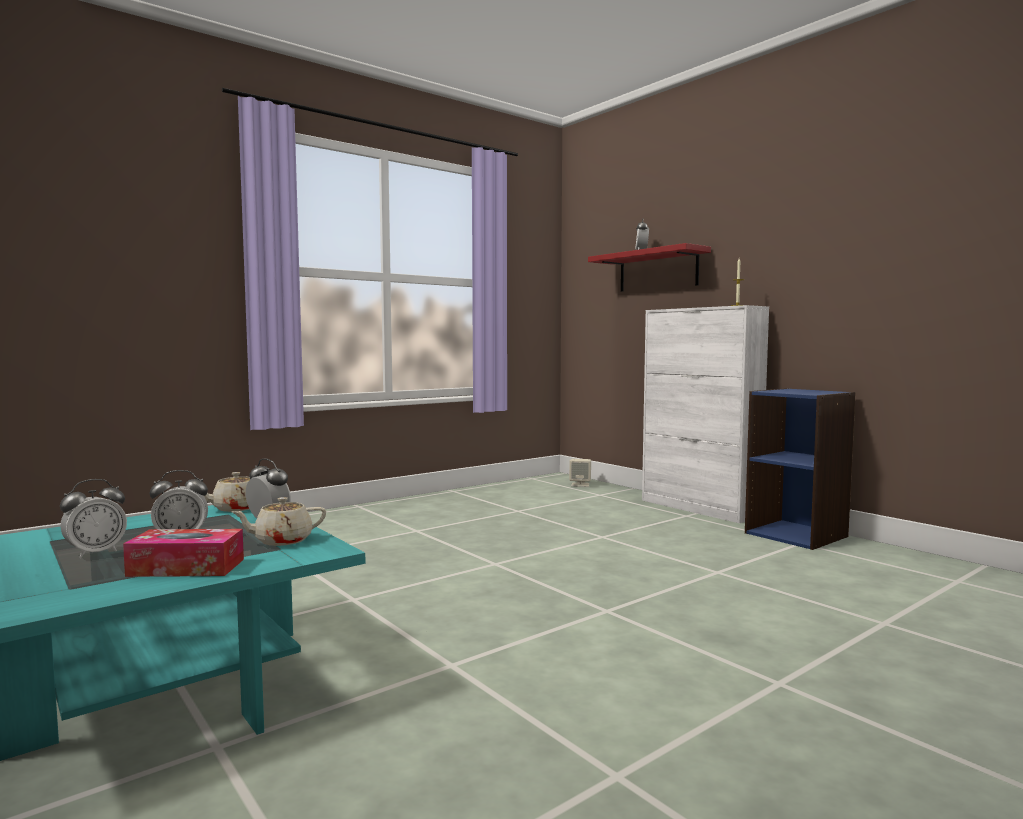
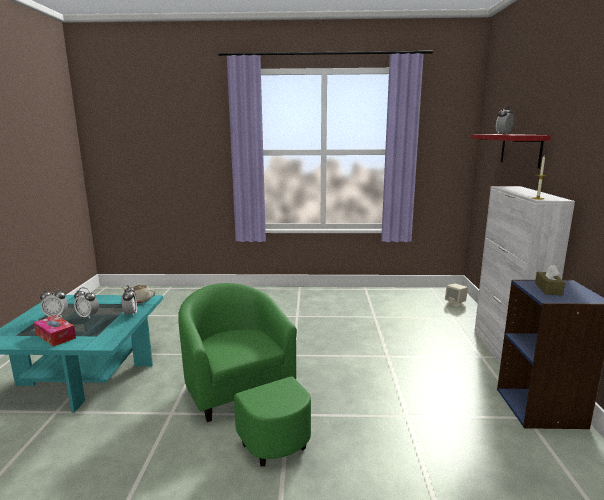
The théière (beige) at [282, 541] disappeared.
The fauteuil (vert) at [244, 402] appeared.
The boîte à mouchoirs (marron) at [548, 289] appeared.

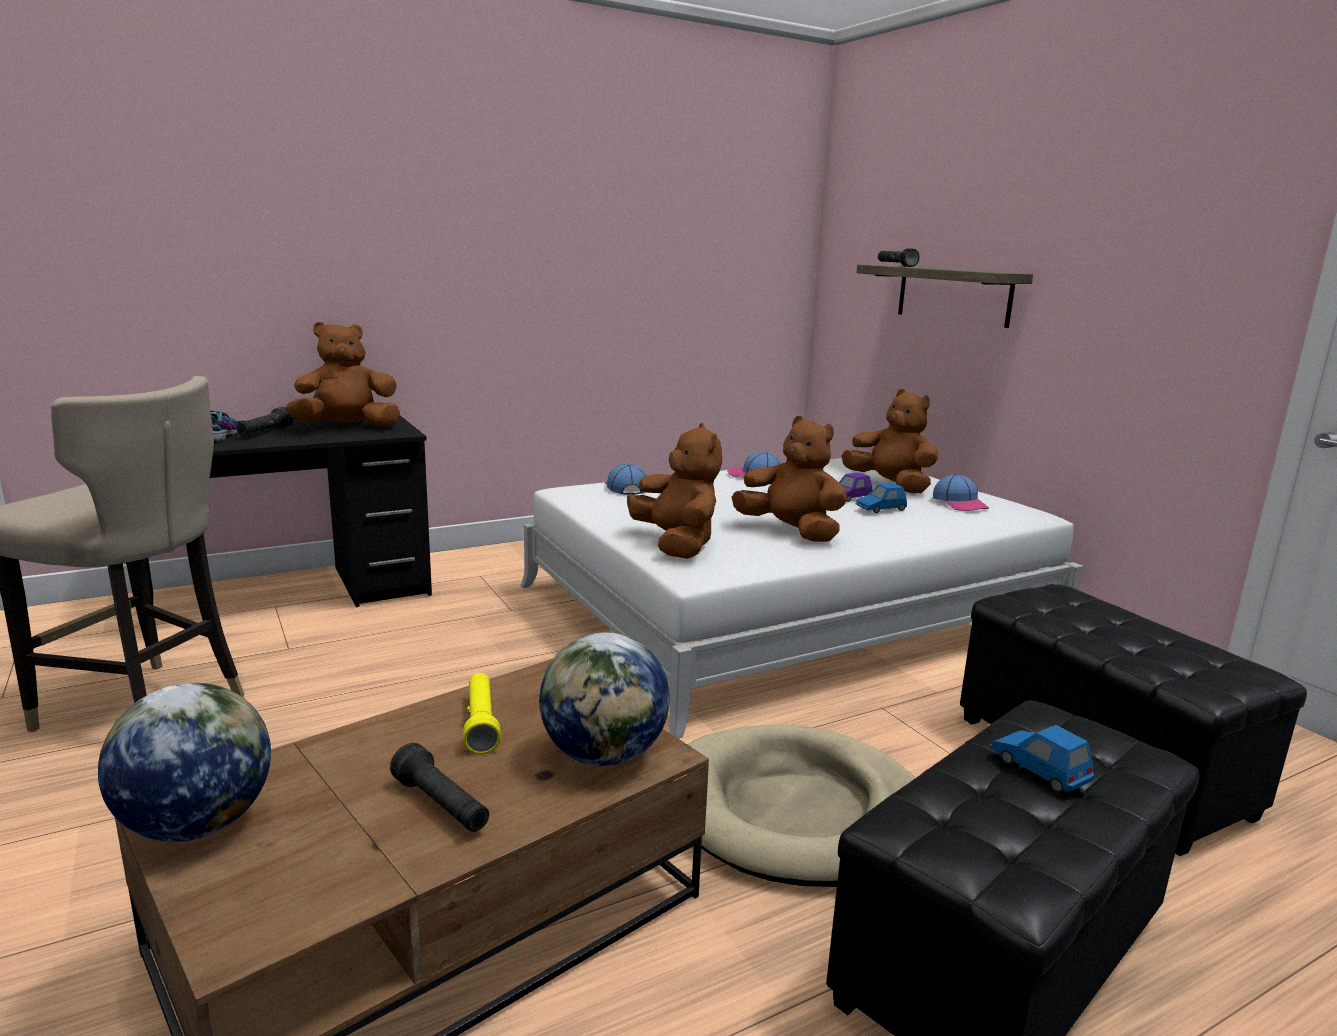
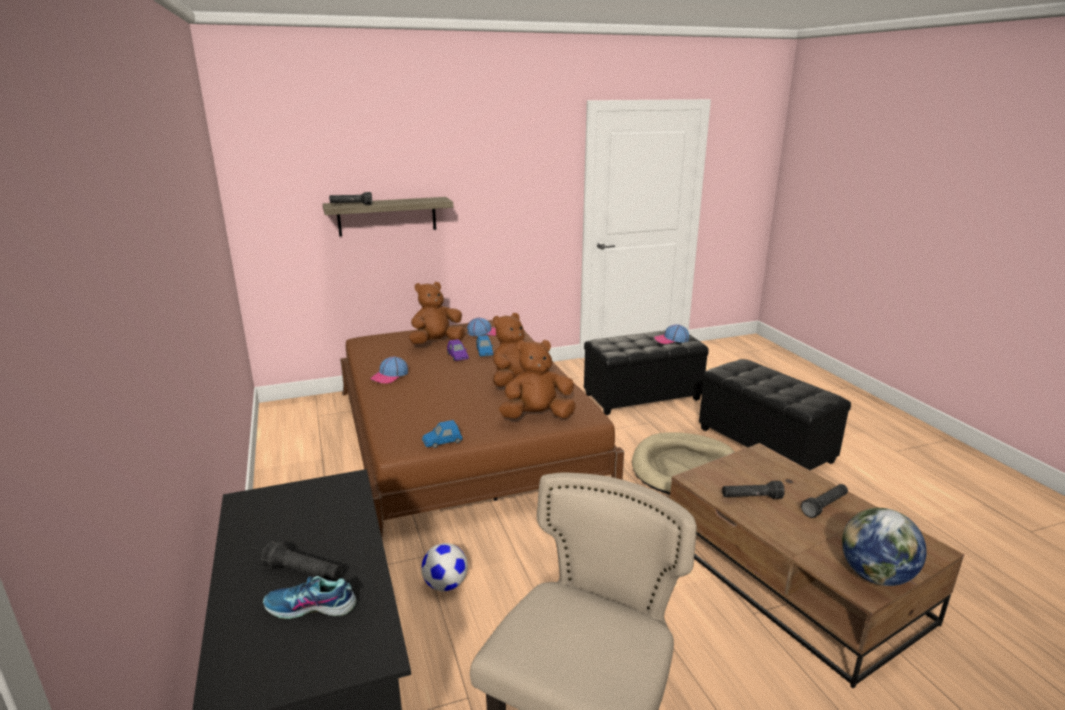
The peluche (marron) at [347, 427] disappeared.
The lampe de poche (jaune) at [481, 723] became the lampe de poche (noir) at [751, 498].
The lit (blanc) at [788, 608] became the lit (marron) at [463, 438].
The globe at [604, 755] disappeared.
The casquette moved from [625, 487] to [671, 339].
The petite voiture (bleu) moved from [1039, 769] to [442, 441].
The ballon de foot at [445, 585] appeared.

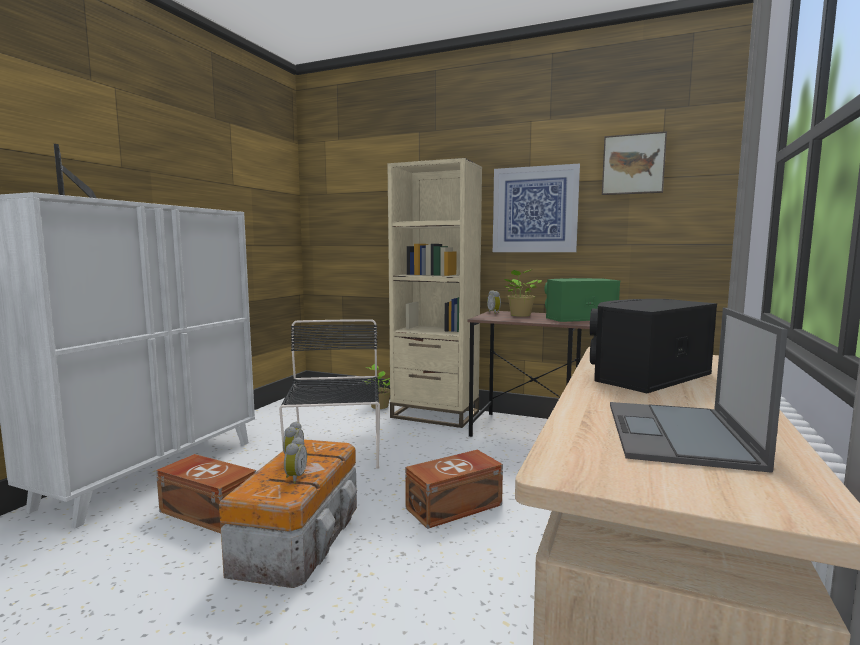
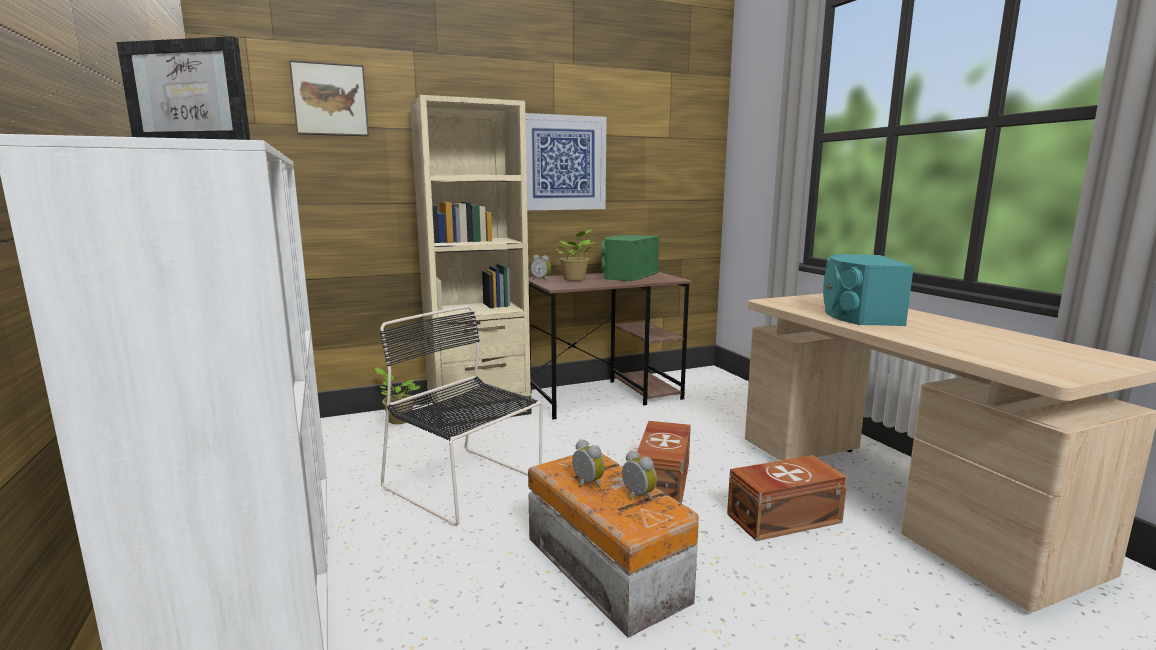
The boîte de rangement (marron) moved from [209, 511] to [781, 517].
The enceinte (noir) at [644, 375] became the enceinte (turquoise) at [858, 315].
The tableau moved from [633, 164] to [330, 100].
The ordinateur portable at [679, 435] disappeared.

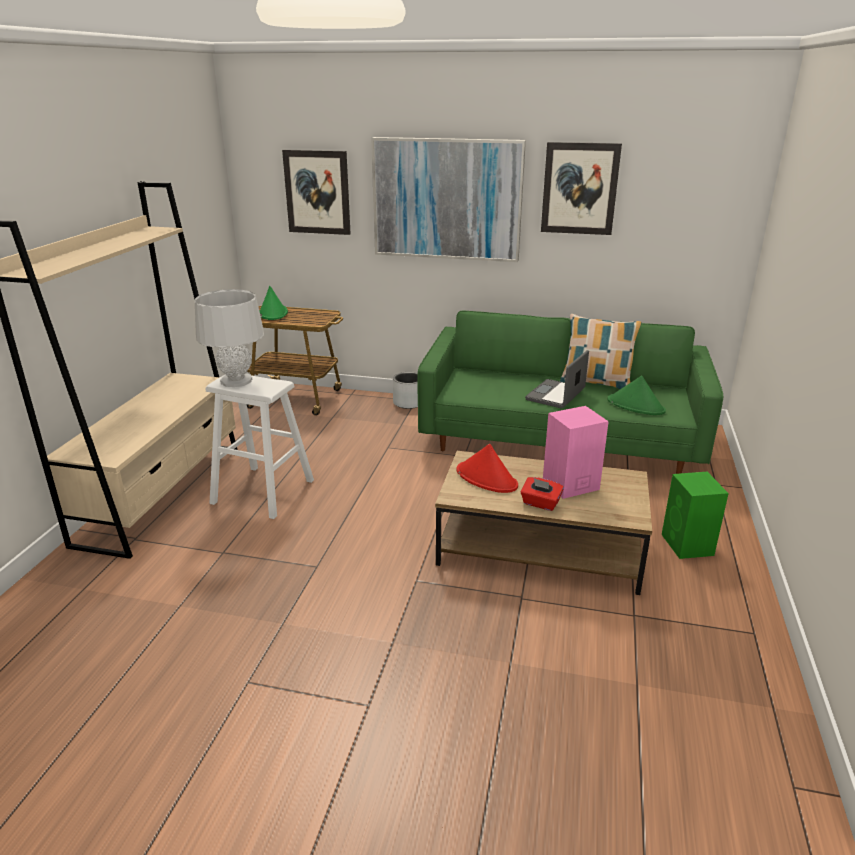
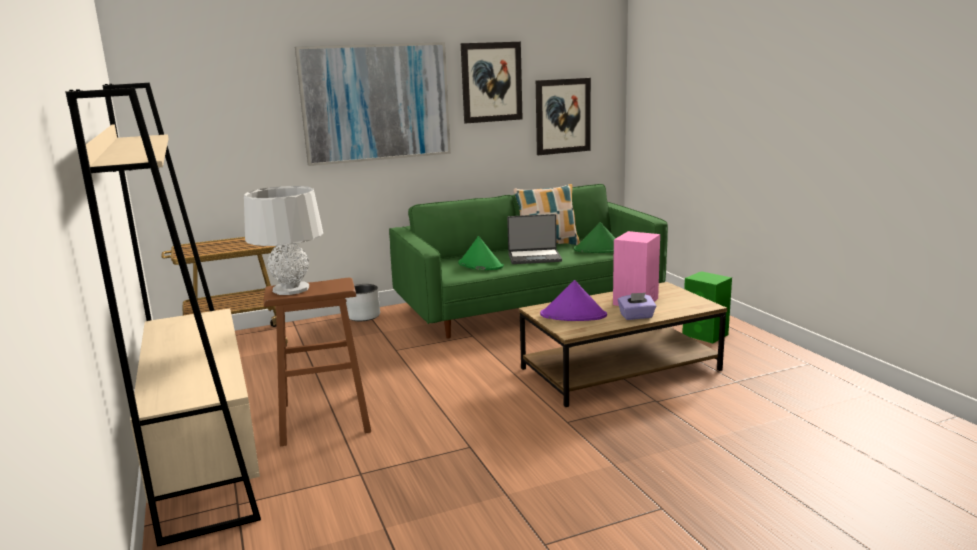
The tabouret (blanc) at [263, 491] became the tabouret (marron) at [325, 417].
The chapeau (vert) moved from [272, 313] to [480, 265].
The tableau moved from [317, 192] to [562, 116].
The chapeau (rouge) at [487, 478] became the chapeau (violet) at [573, 315].
The boîte à mouchoirs (rouge) at [540, 503] became the boîte à mouchoirs (violet) at [636, 316].
The ordinateur portable at [556, 395] turned 90 degrees counterclockwise.

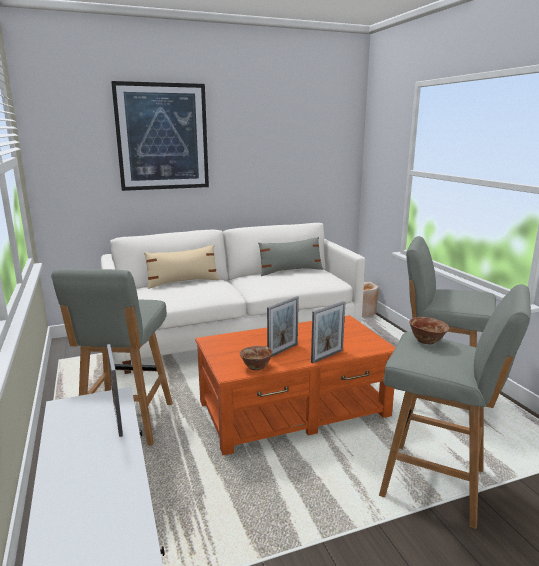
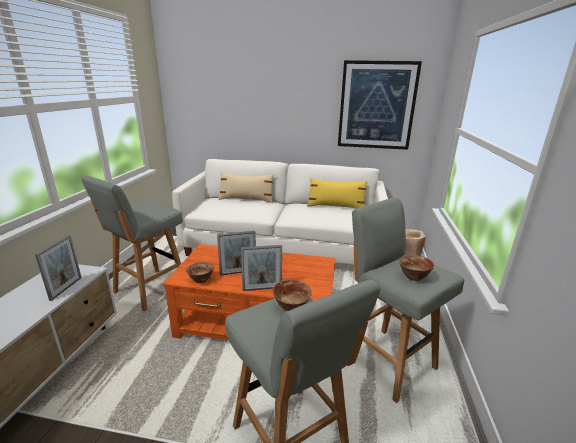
The tableau moved from [162, 137] to [376, 106].
The coussin (gris) at [290, 271] became the coussin (jaune) at [336, 207].
The bol at [413, 277] appeared.

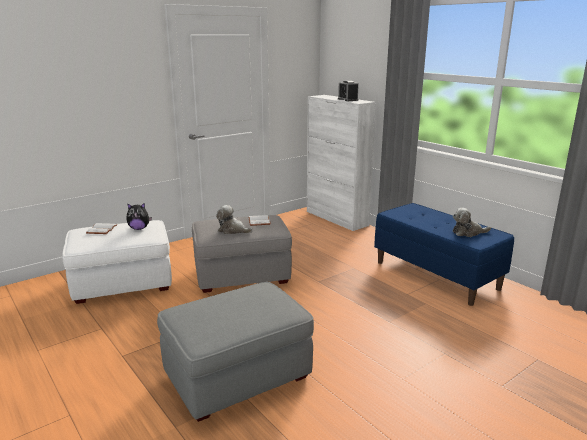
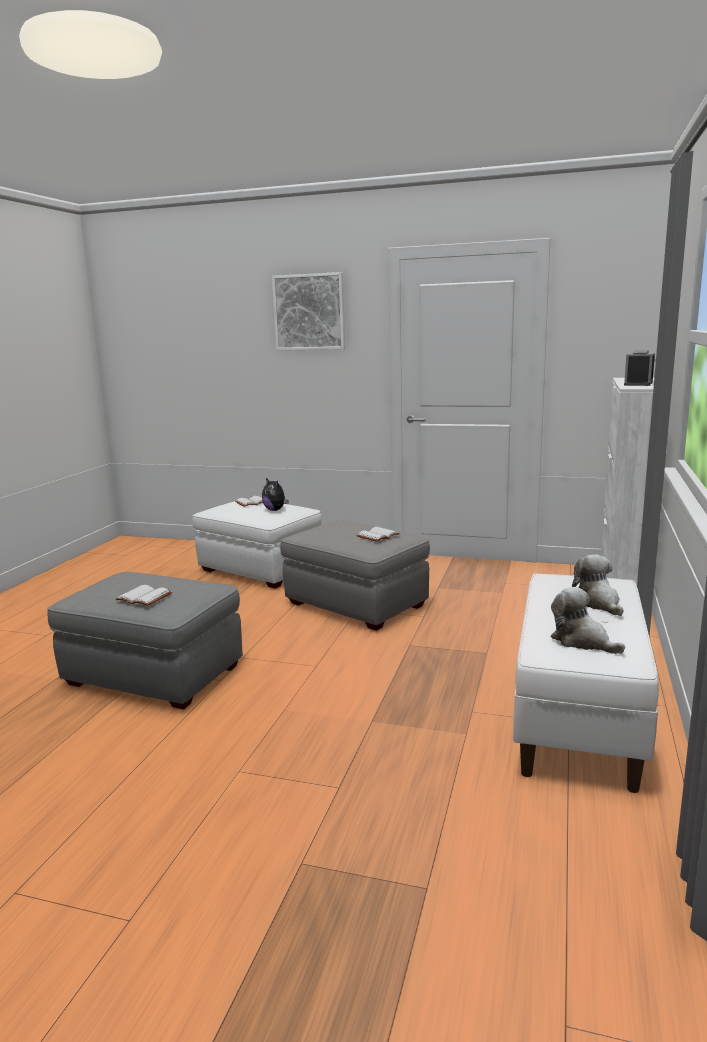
The peluche moved from [232, 230] to [598, 603].
The banc (bleu) at [436, 275] became the banc (blanc) at [579, 717].
The livre (blanc) at [145, 597] appeared.
The tableau at [309, 312] appeared.

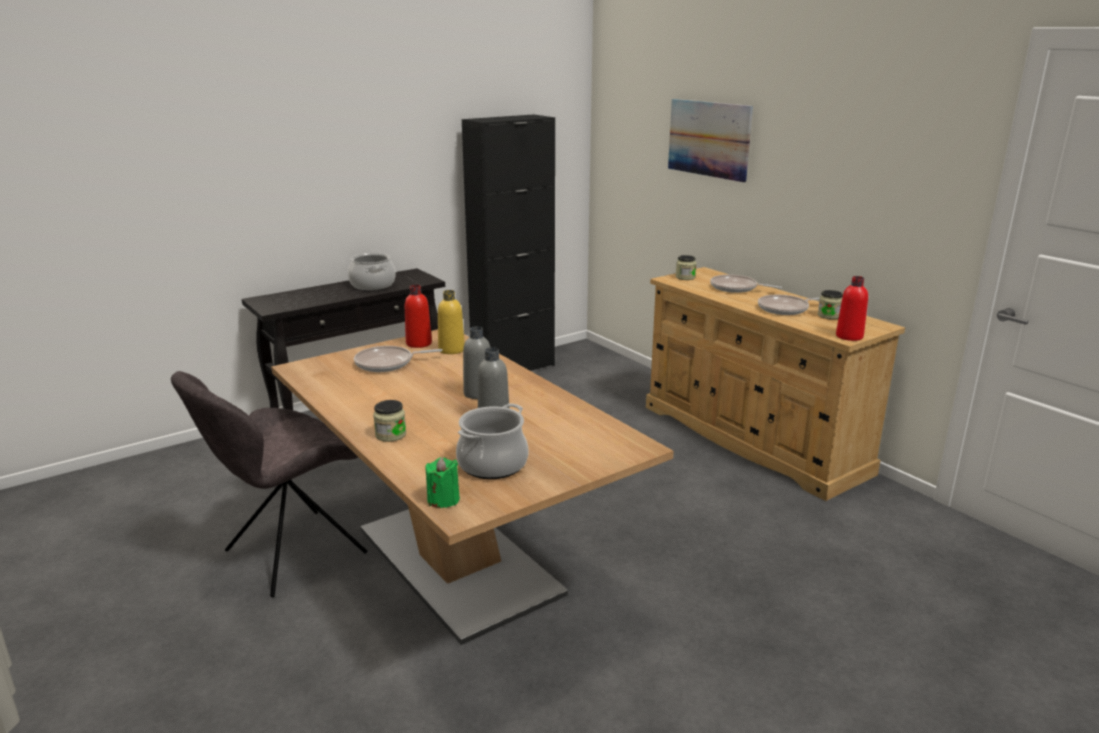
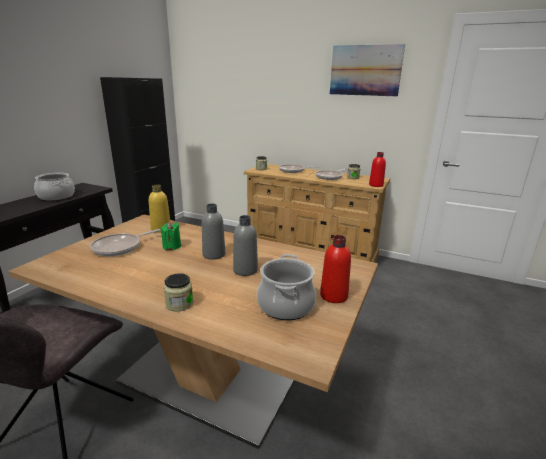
The bouteille (rouge) moved from [419, 343] to [333, 296].
The bougie (vert) moved from [443, 500] to [172, 246].
The tableau moved from [708, 139] to [365, 70].

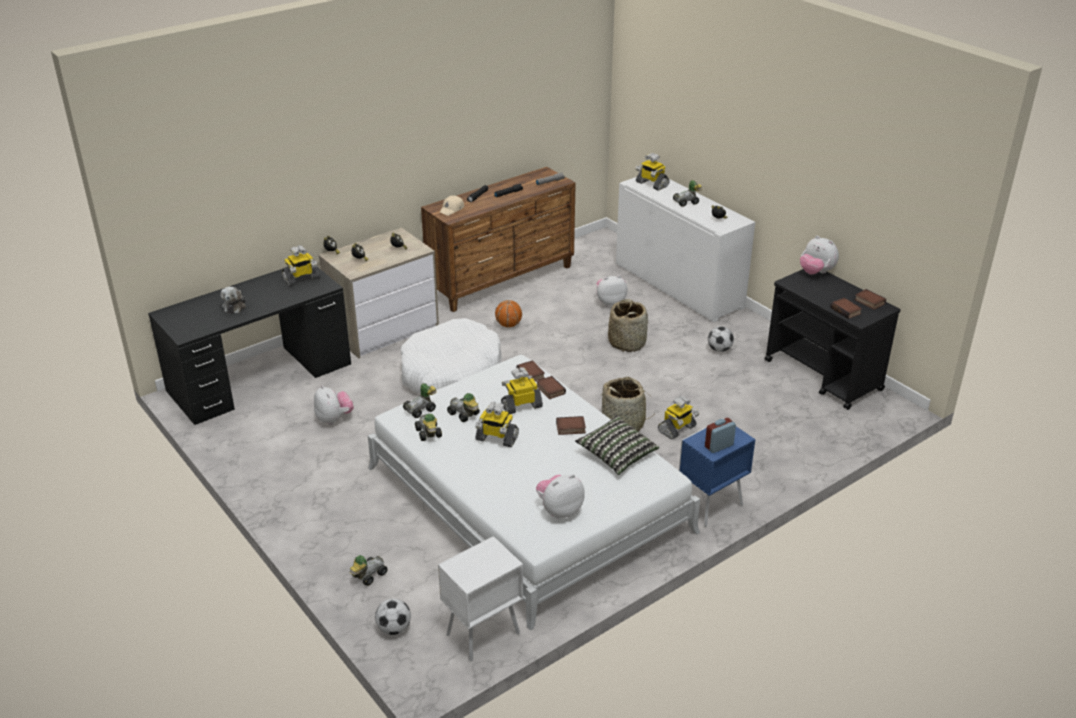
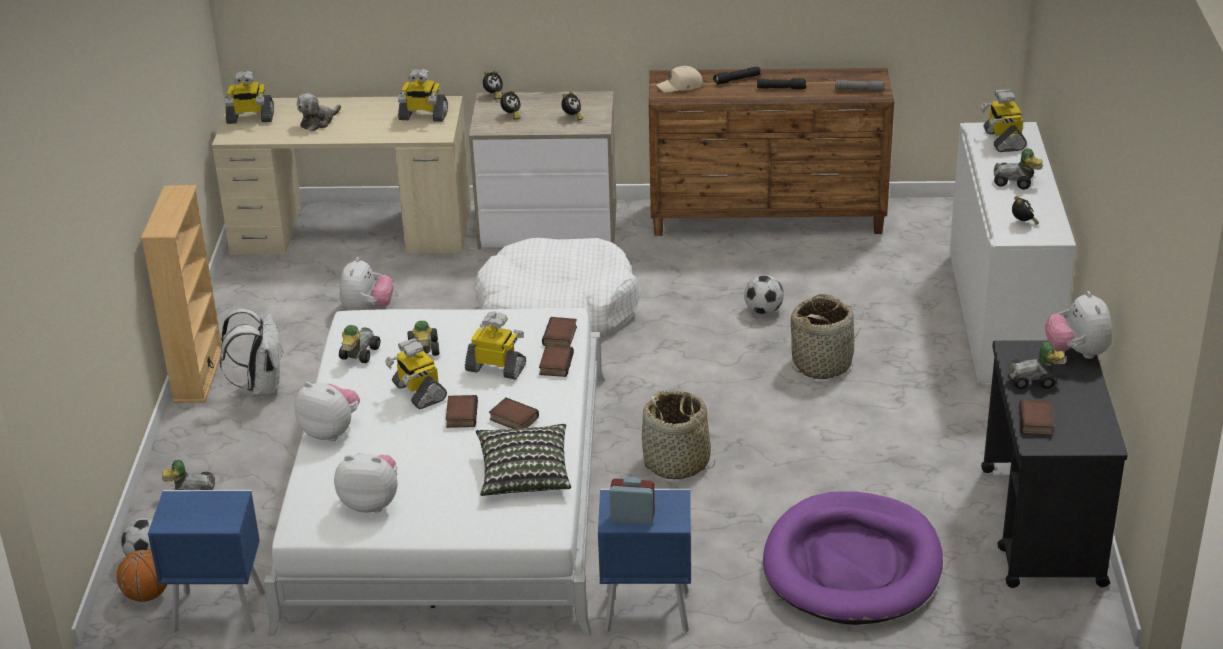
The bureau (noir) at [261, 377] became the bureau (beige) at [353, 229].
The petite voiture moved from [421, 410] to [1034, 381].
The table de chevet (blanc) at [481, 634] became the table de chevet (bleu) at [217, 611].
The ballon de basket moved from [508, 325] to [147, 595].
The peluche moved from [610, 302] to [331, 431].
The robot jouet moved from [677, 429] to [250, 118].
The ballon de foot moved from [719, 349] to [763, 311].
The livre moved from [868, 302] to [460, 415].
The bibliothèque (beige) at [198, 374] appeared.
The sac à dos (blanc) at [261, 387] appeared.
The panier pour chien (violet) at [852, 565] appeared.

